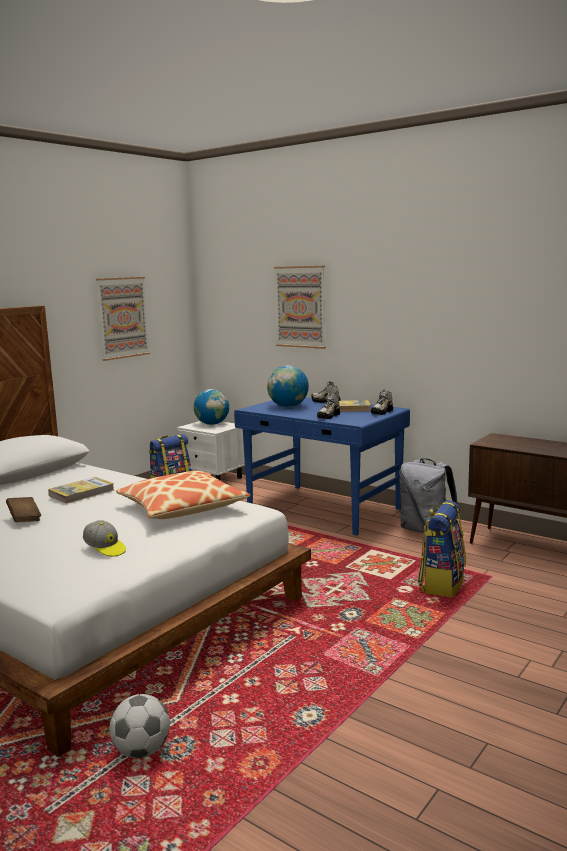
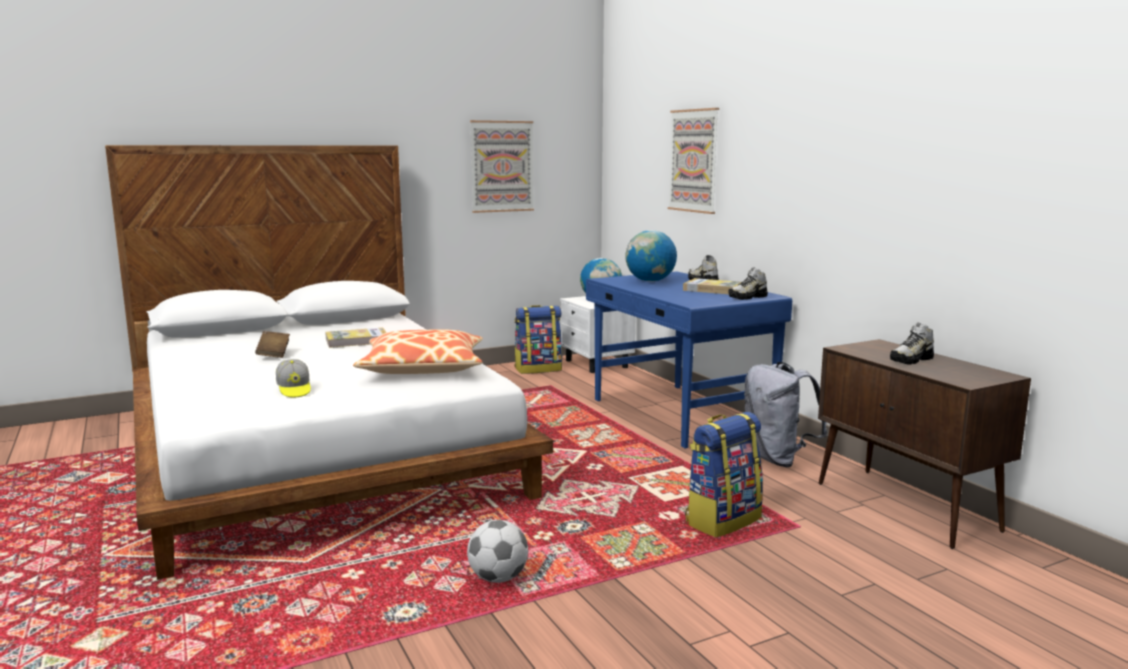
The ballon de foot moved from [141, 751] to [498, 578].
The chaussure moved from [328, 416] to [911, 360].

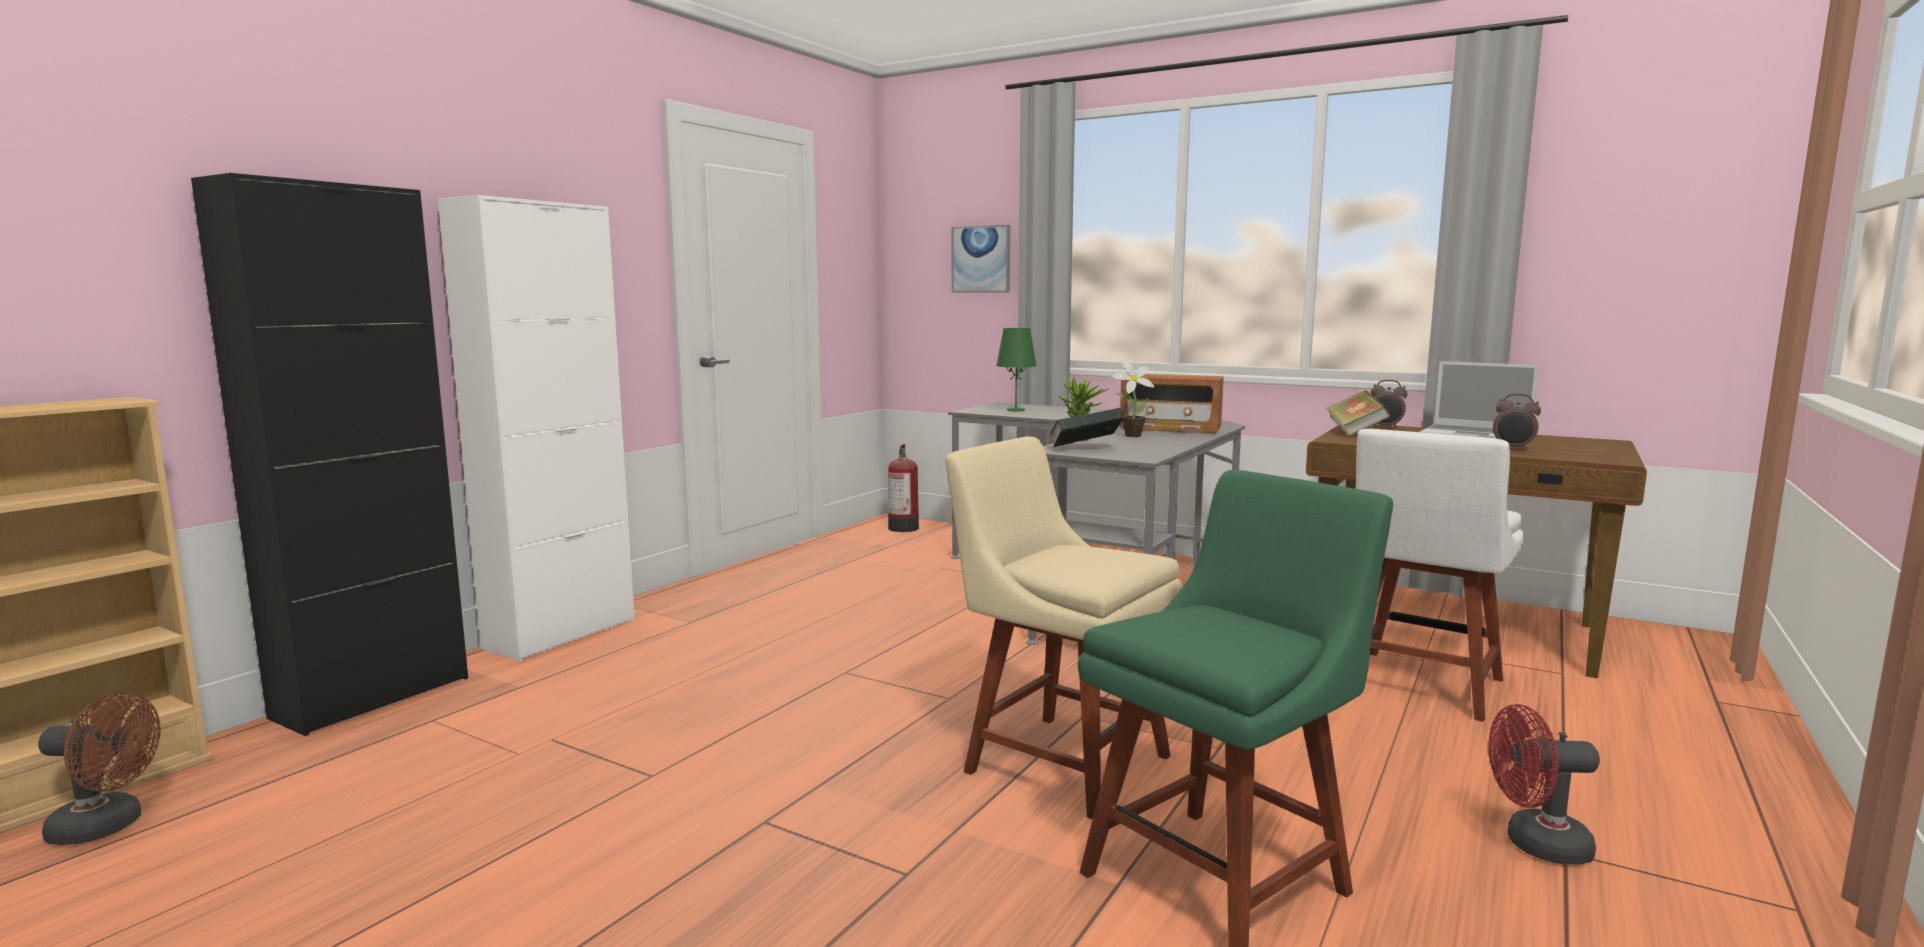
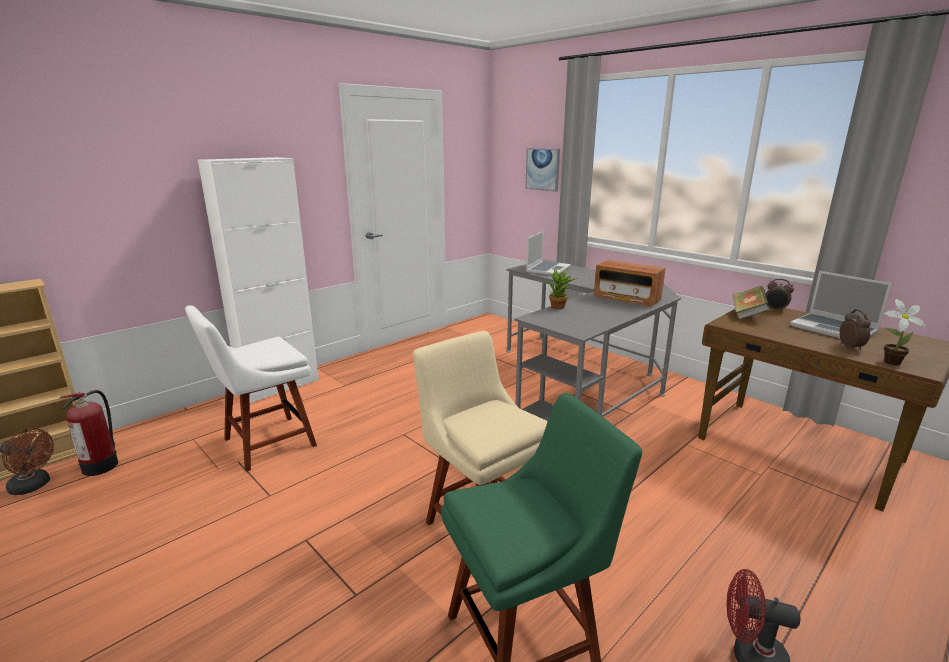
The meuble de rangement (noir) at [372, 697] disappeared.
The extincteur moved from [903, 527] to [102, 465].
The lampe de table (vert) at [1016, 410] was replaced by the ordinateur portable at [548, 269].
The livre at [1085, 449] disappeared.
The plante en pot moved from [1129, 436] to [889, 362].
The chaise (blanc) moved from [1419, 687] to [264, 444].
The réveil at [1513, 449] turned 135 degrees counterclockwise.

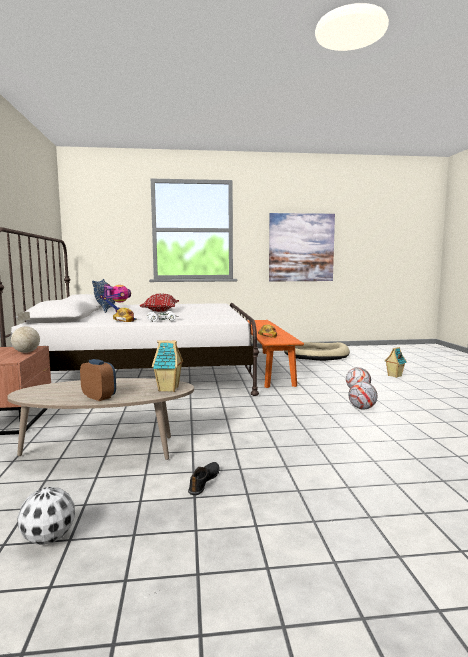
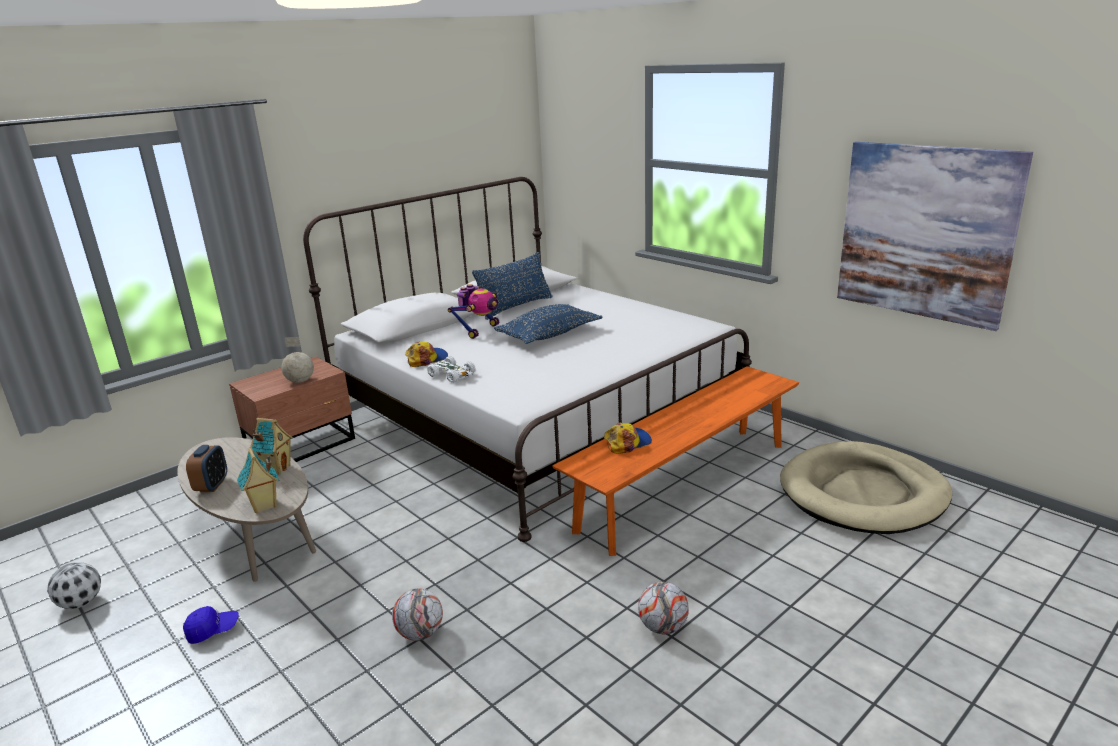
The coussin (rouge) at [161, 311] became the coussin (bleu) at [549, 335].
The chaussure (noir) at [204, 481] was replaced by the casquette (bleu) at [213, 630].
The ballon de foot moved from [362, 408] to [420, 633].
The maison miniature moved from [394, 376] to [276, 468].

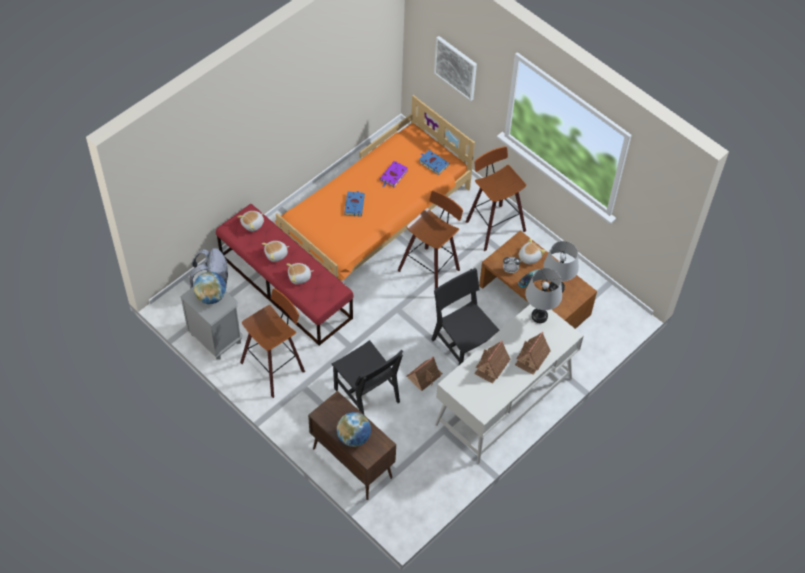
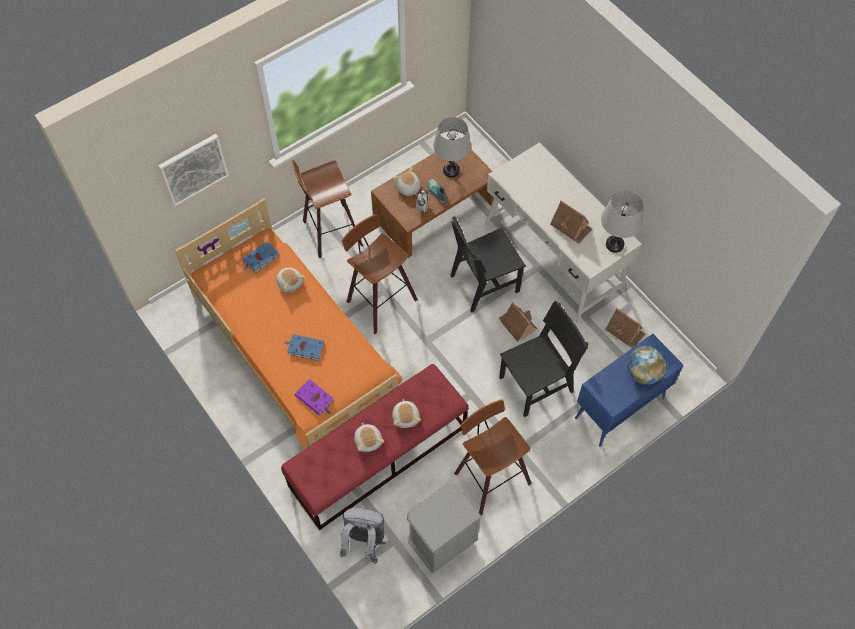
The globe at [211, 296] disappeared.
The peluche moved from [253, 224] to [290, 282].
The meuble de rangement (marron) at [351, 462] became the meuble de rangement (bleu) at [619, 409].
The livre (violet) moved from [393, 176] to [315, 399].
The maison miniature moved from [532, 358] to [625, 331].
The lampe de table (gris) moved from [539, 316] to [614, 244].

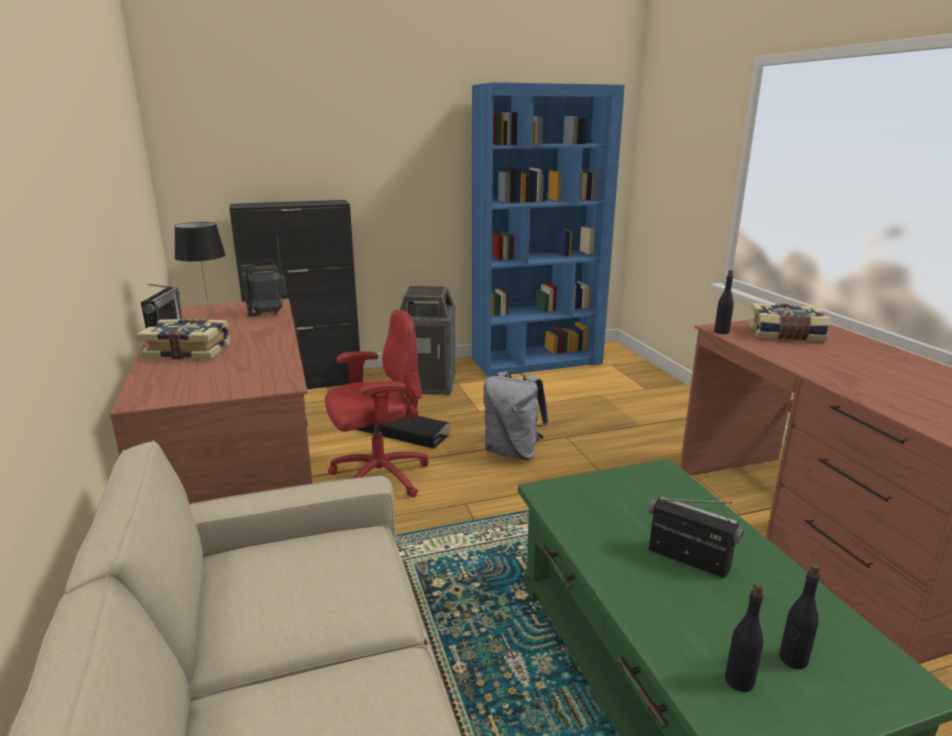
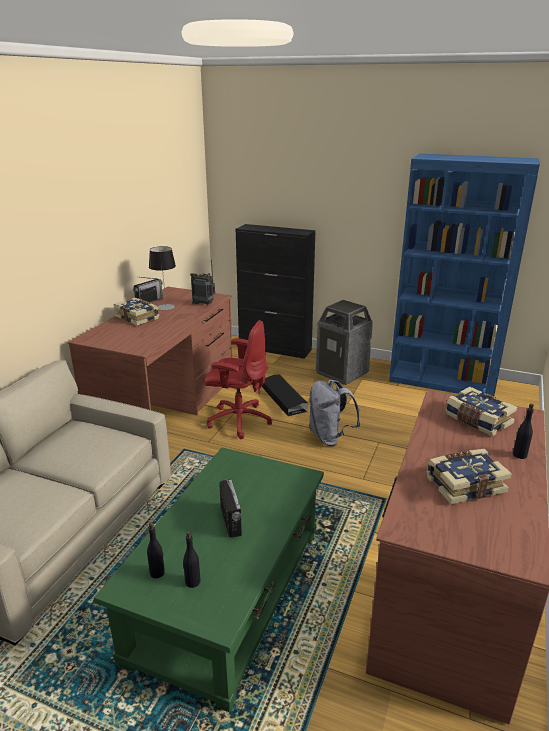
The bouteille (noir) moved from [721, 332] to [519, 455].
The livre at [464, 484] appeared.

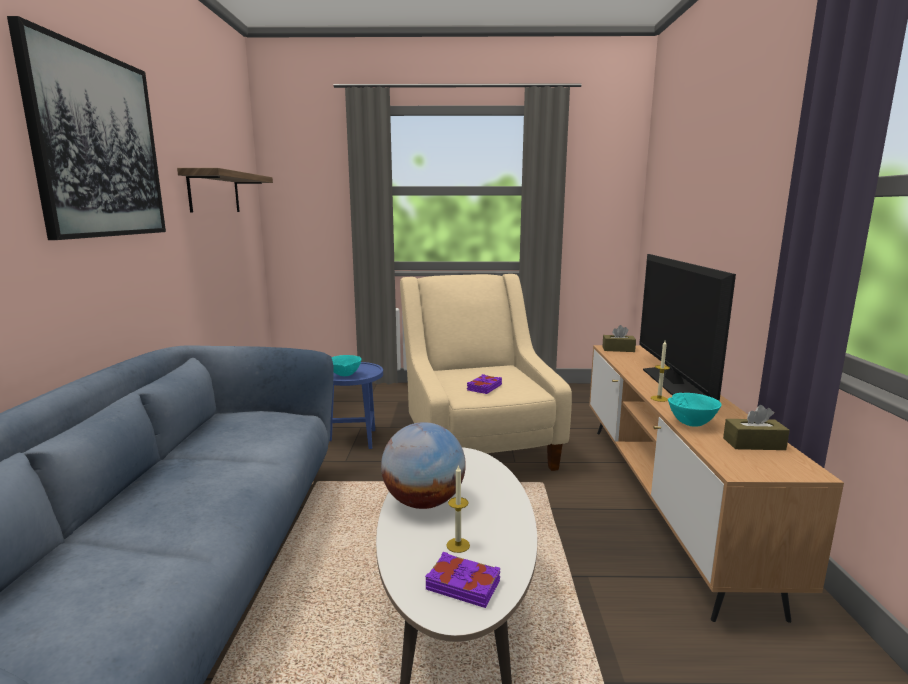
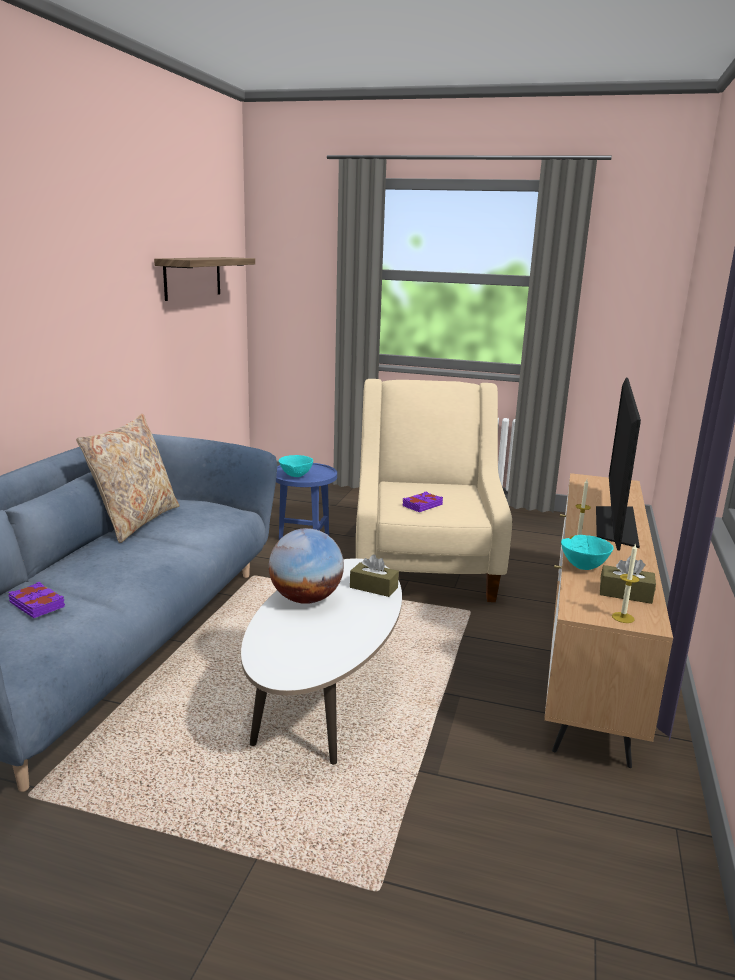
The tableau at [98, 145] disappeared.
The livre (violet) moved from [463, 584] to [38, 604].
The bougie moved from [458, 545] to [623, 617].
The boîte à mouchoirs (marron) moved from [618, 349] to [373, 587].
The coussin (beige) at [135, 521] appeared.

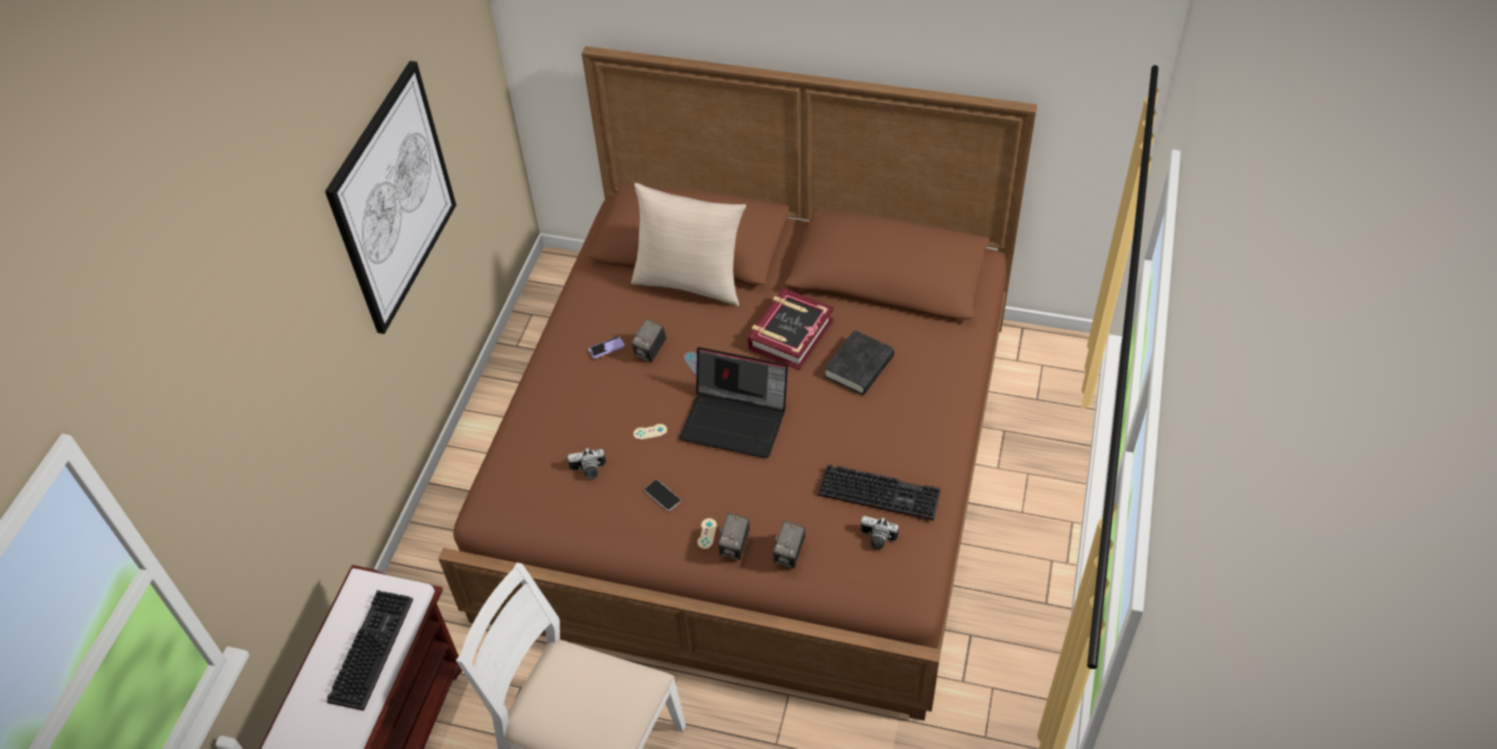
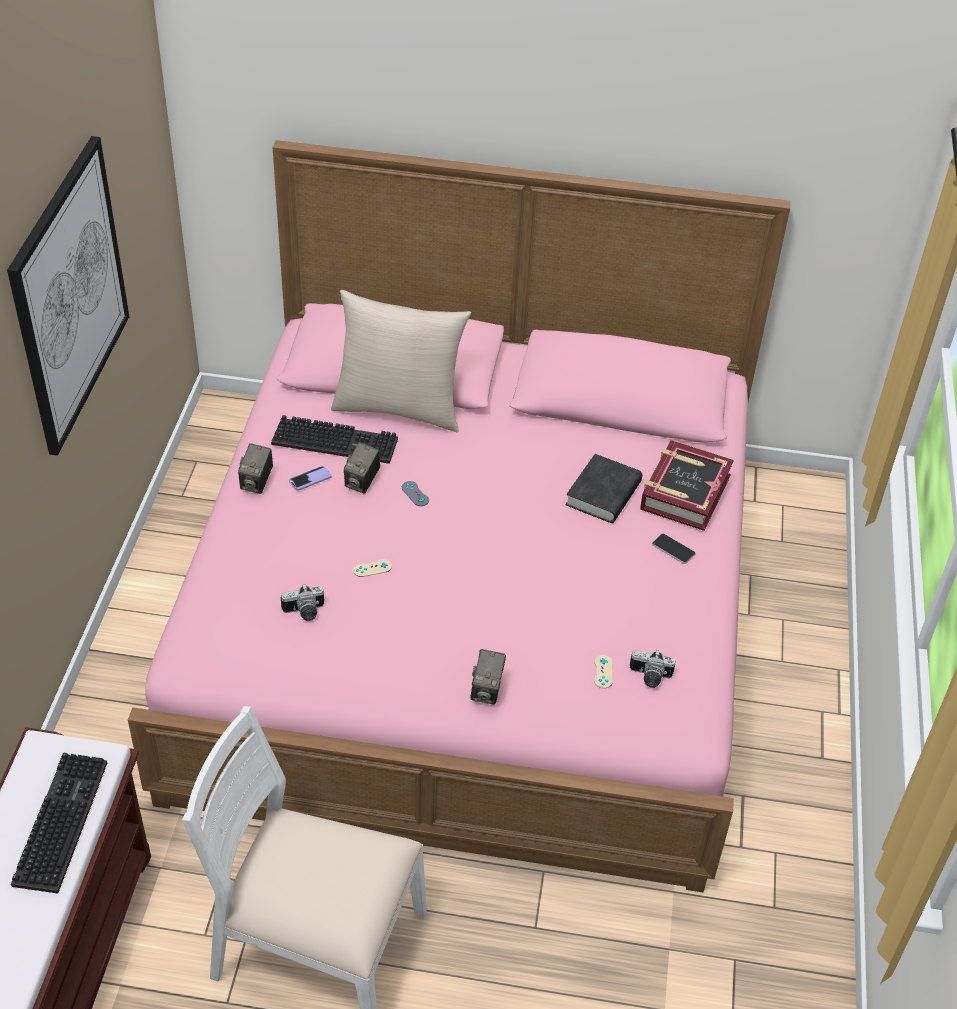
The lit (marron) at [753, 461] became the lit (rose) at [472, 614].
The téléphone moved from [662, 495] to [673, 549].
The ordinateur portable at [736, 421] disappeared.
The manette (beige) moved from [707, 533] to [603, 672].
The livre moved from [790, 334] to [684, 492].
The appareil photo moved from [789, 554] to [257, 482].
The clavier moved from [881, 492] to [337, 441].

